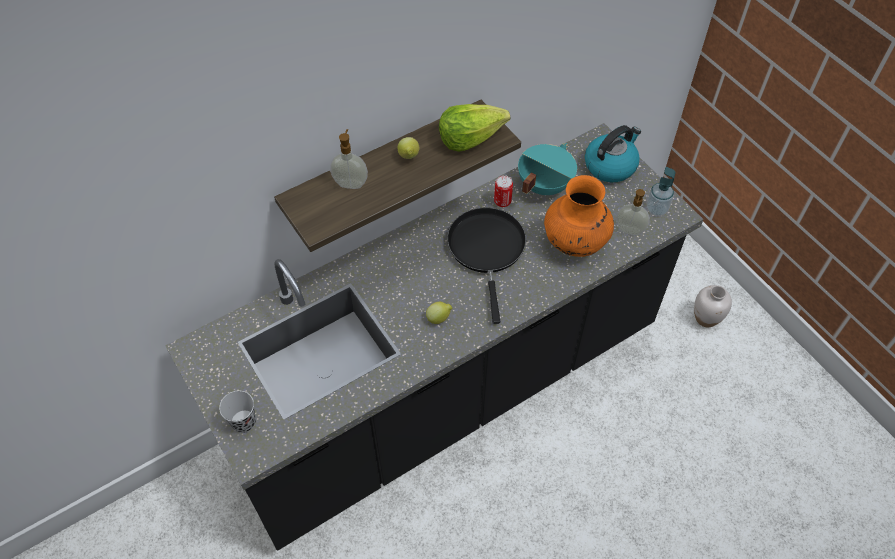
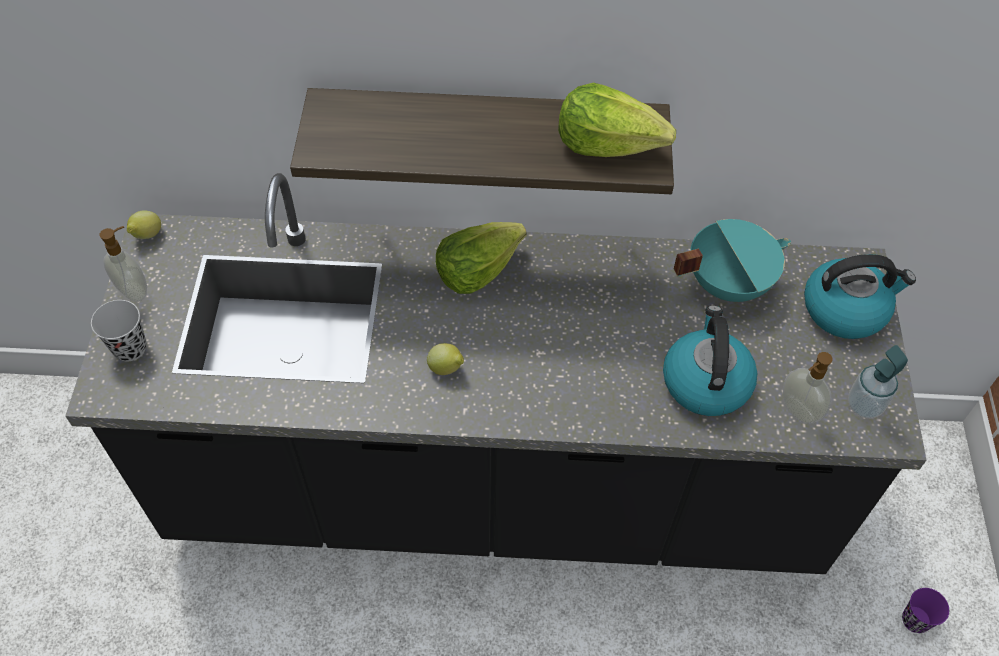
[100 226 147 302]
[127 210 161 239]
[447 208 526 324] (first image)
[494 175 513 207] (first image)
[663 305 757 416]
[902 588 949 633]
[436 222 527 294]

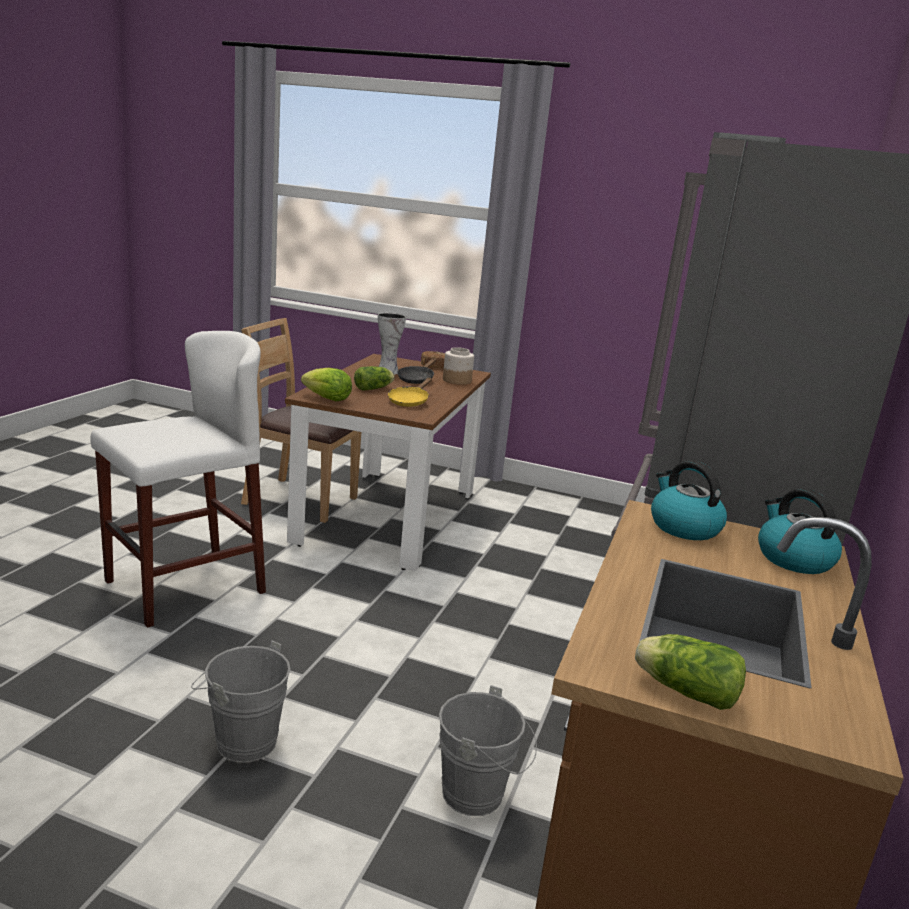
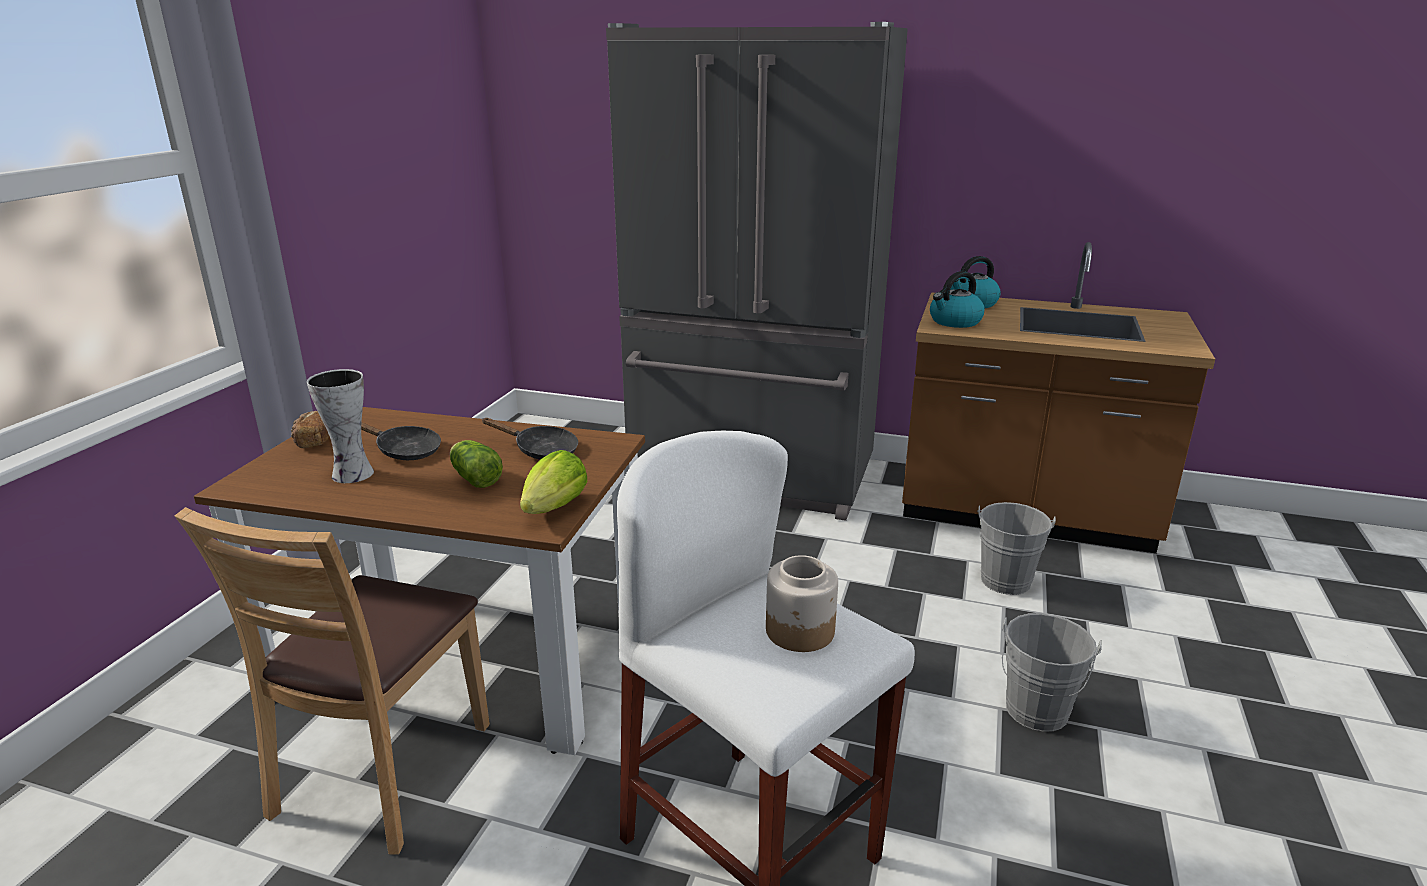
[482 418 578 460]
[766 555 838 652]
[635 634 746 710] (first image)

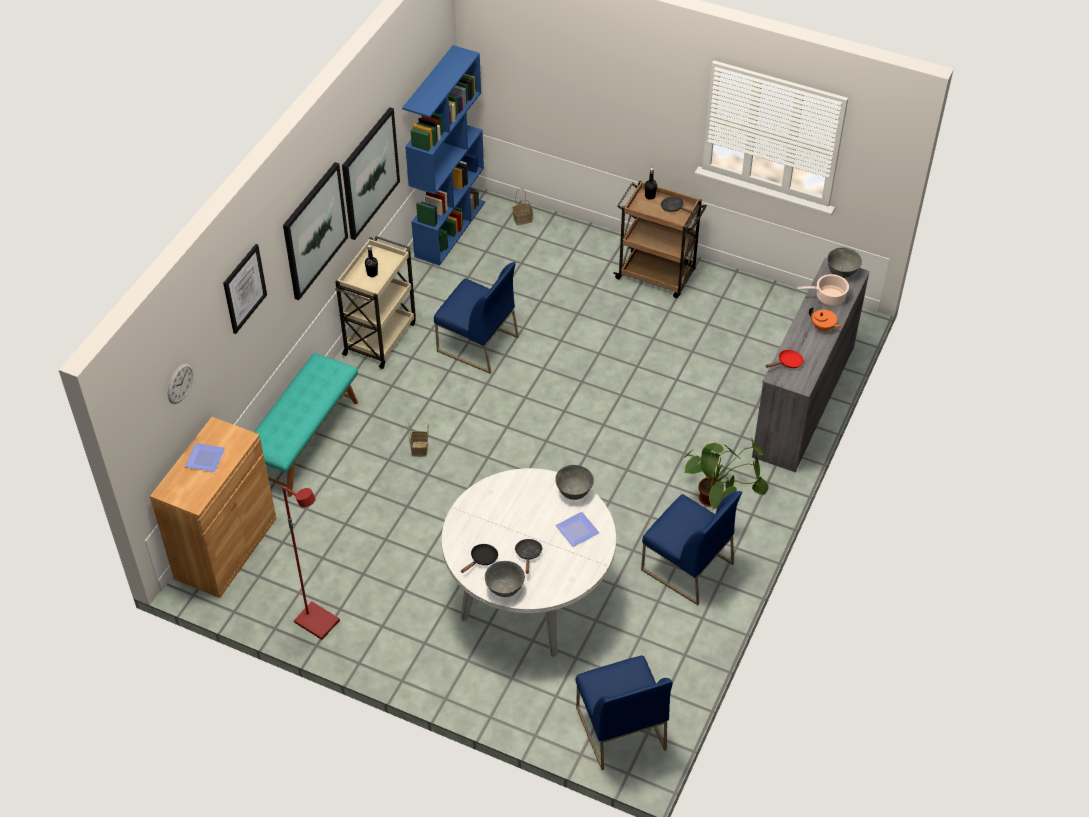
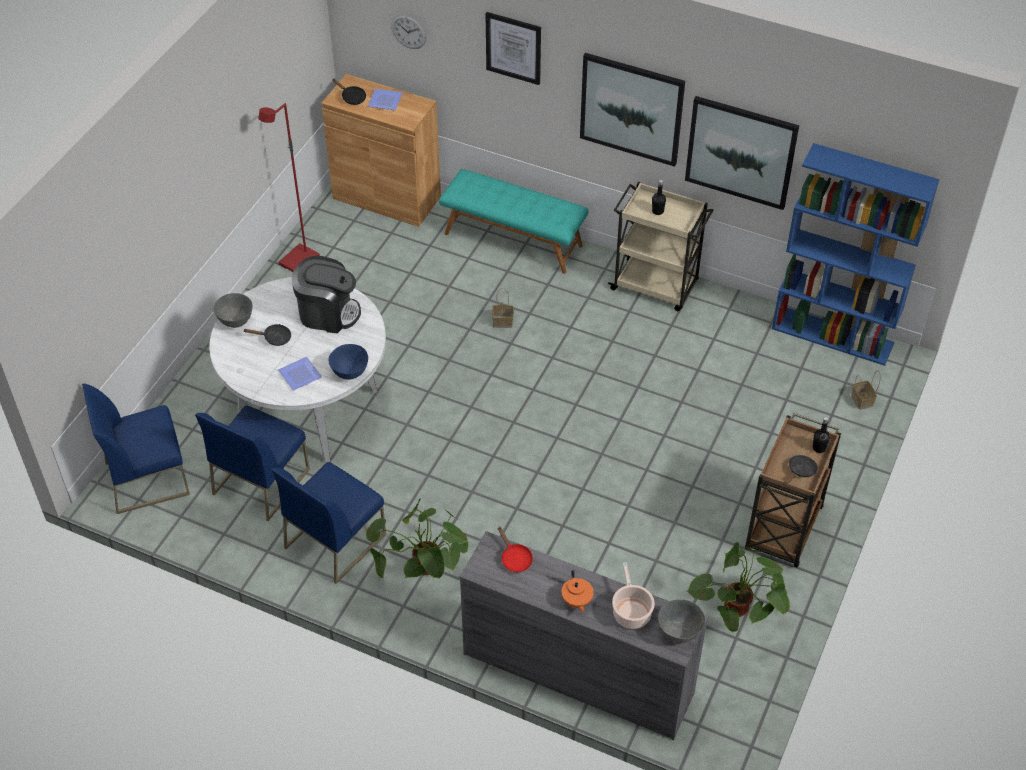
[195 406 310 521]
[332 79 366 105]
[329 344 368 380]
[562 570 594 613]
[292 256 361 334]
[686 542 790 633]

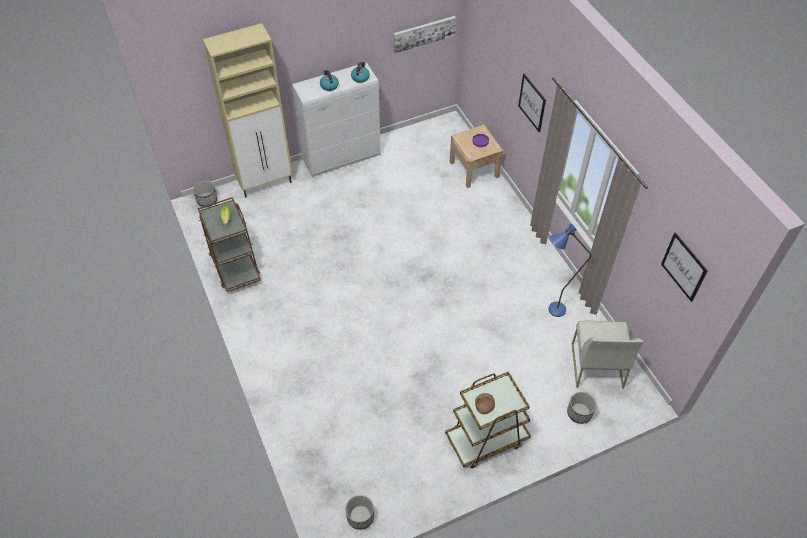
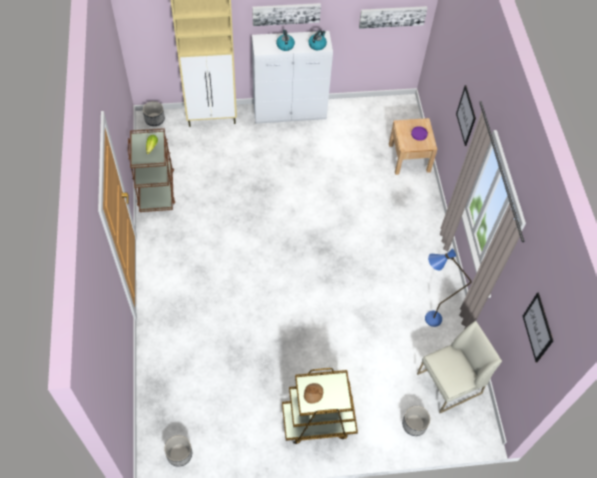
[417 321 502 413]
[252 3 321 26]

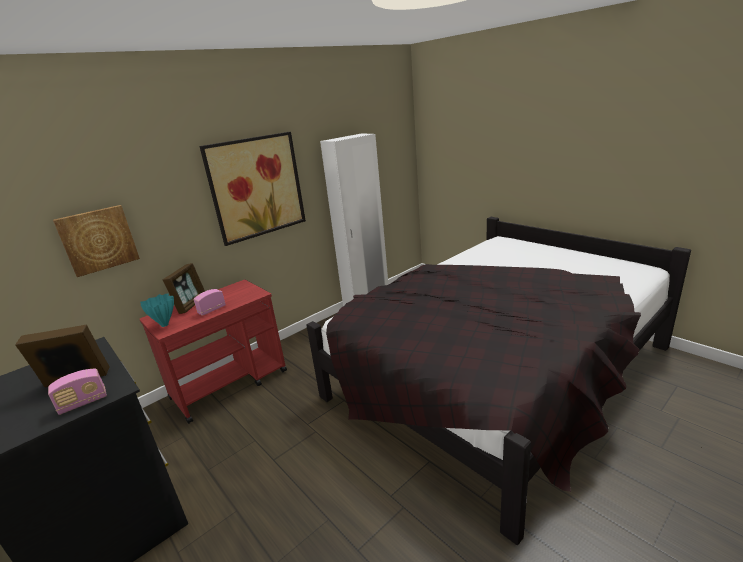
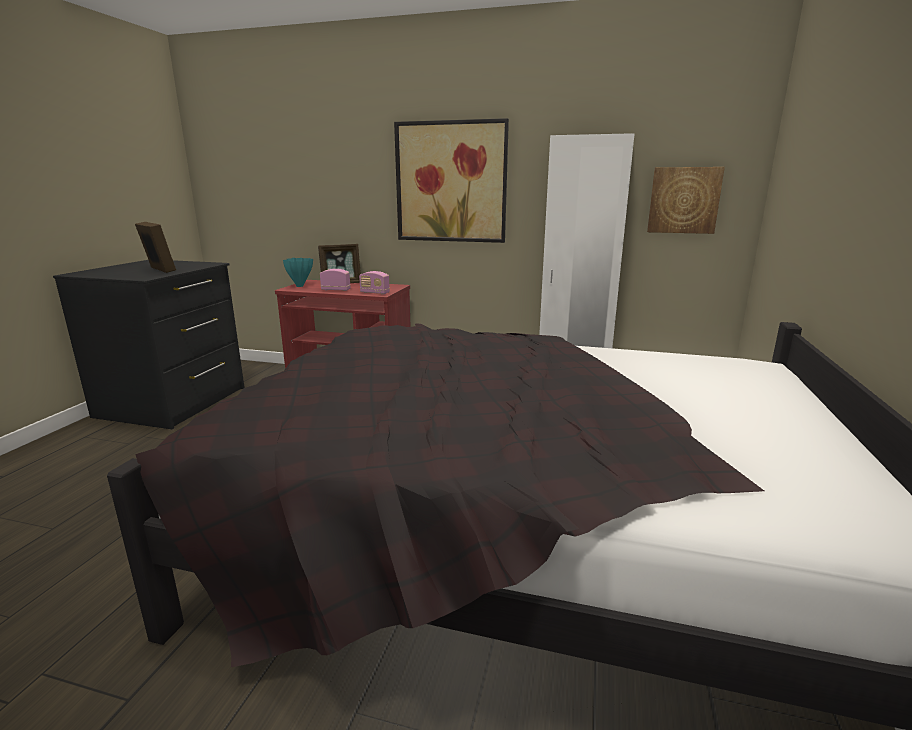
[359 271 390 294]
[647 167 725 234]

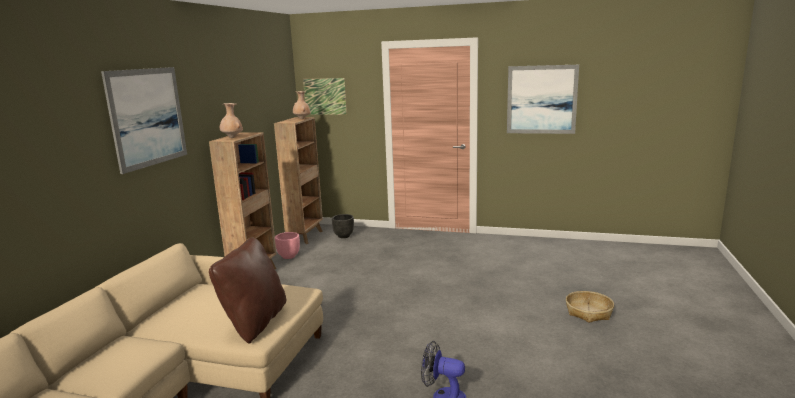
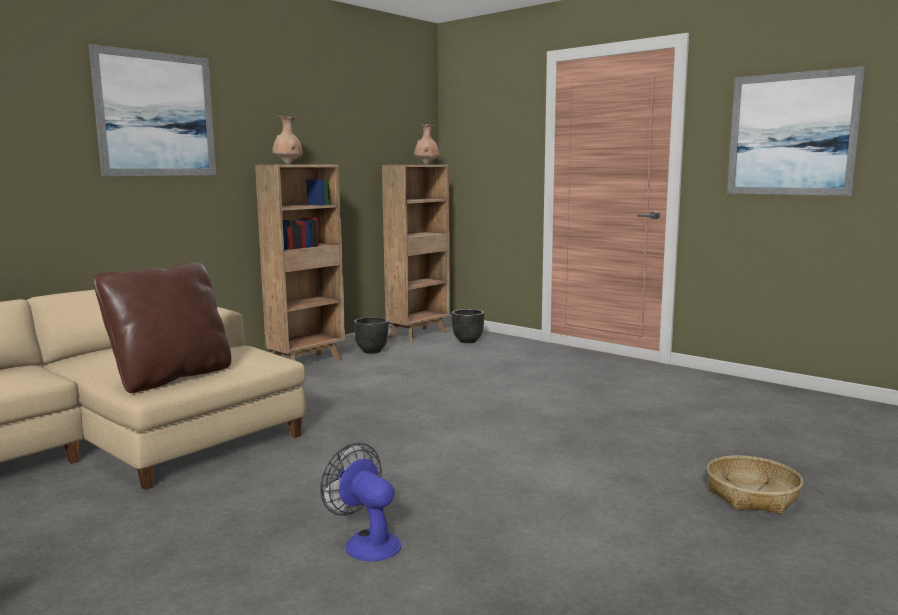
[354 317 388 354]
[303 78 347 115] (first image)

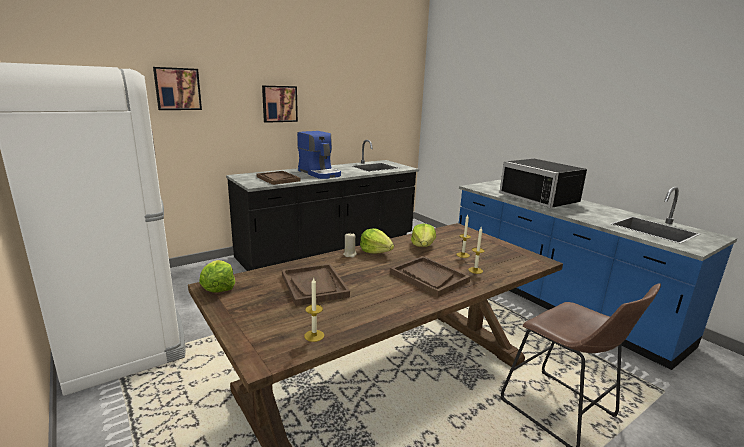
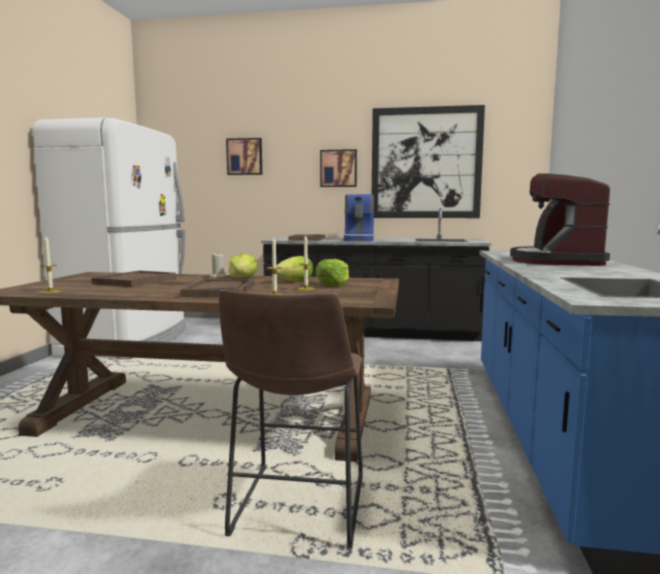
[316 259 349 286]
[510 174 610 266]
[372 105 485 218]

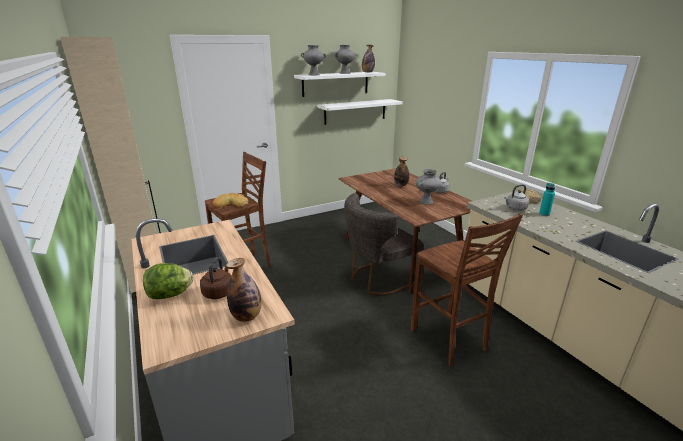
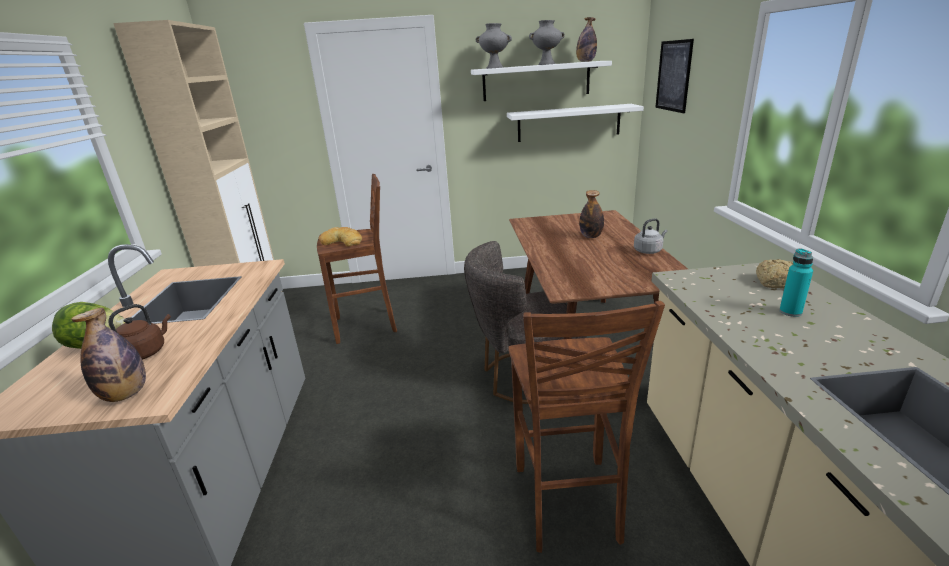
[416 169 441 204] (first image)
[504 184 529 211] (first image)
[655 39 694 113]

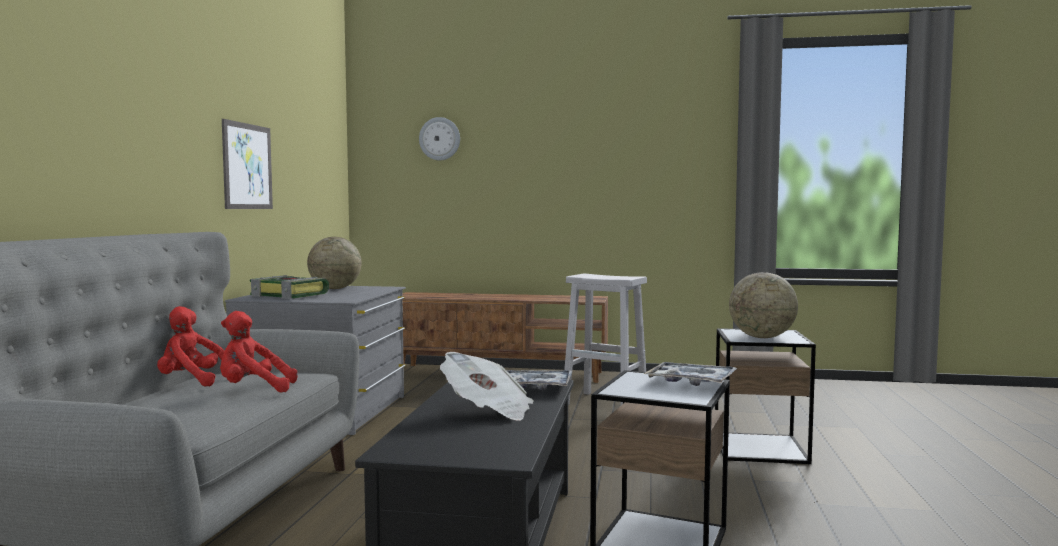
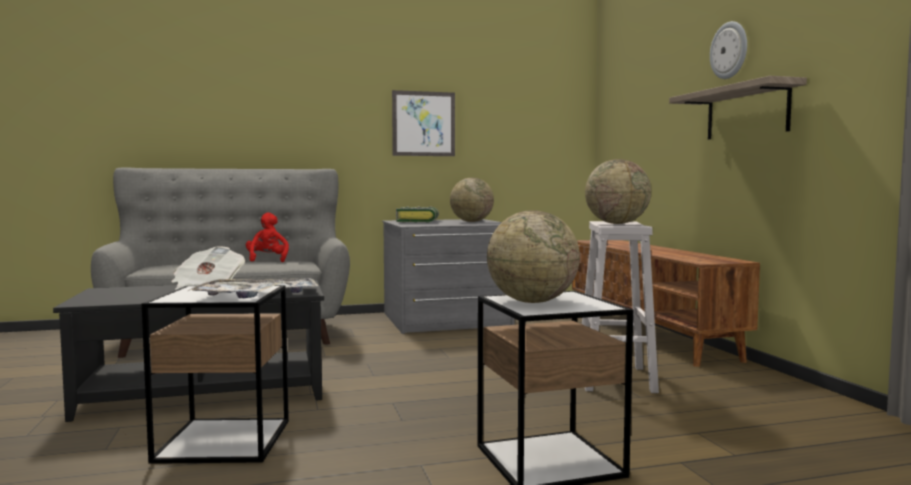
[220 311 298 392] (first image)
[710 21 747 79]
[585 159 651 224]
[669 76 807 140]

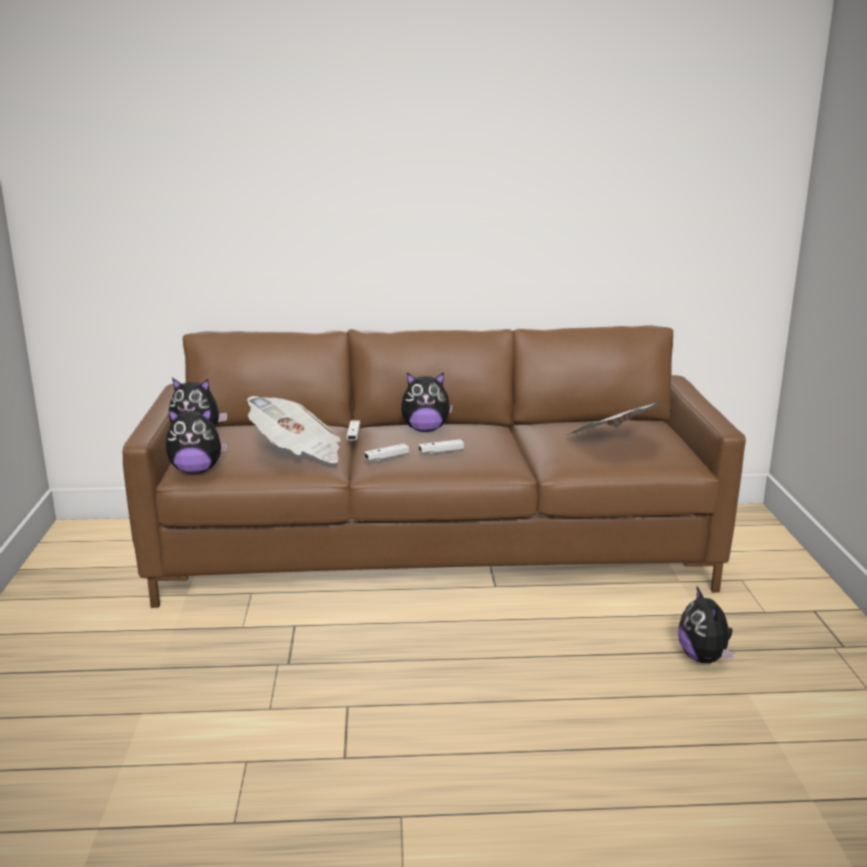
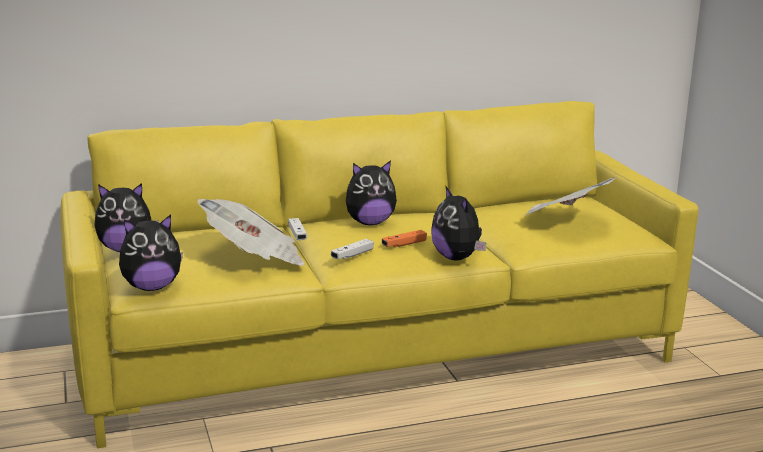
[60 101 698 448]
[382 230 427 247]
[431 185 486 261]

